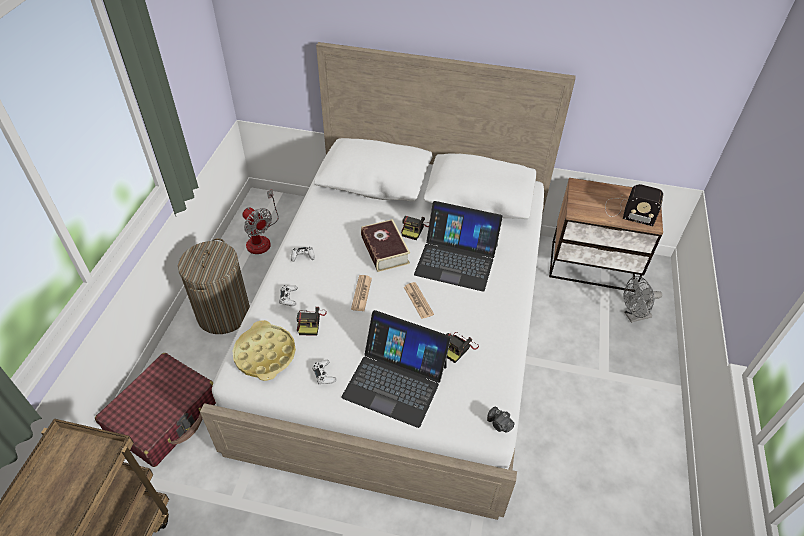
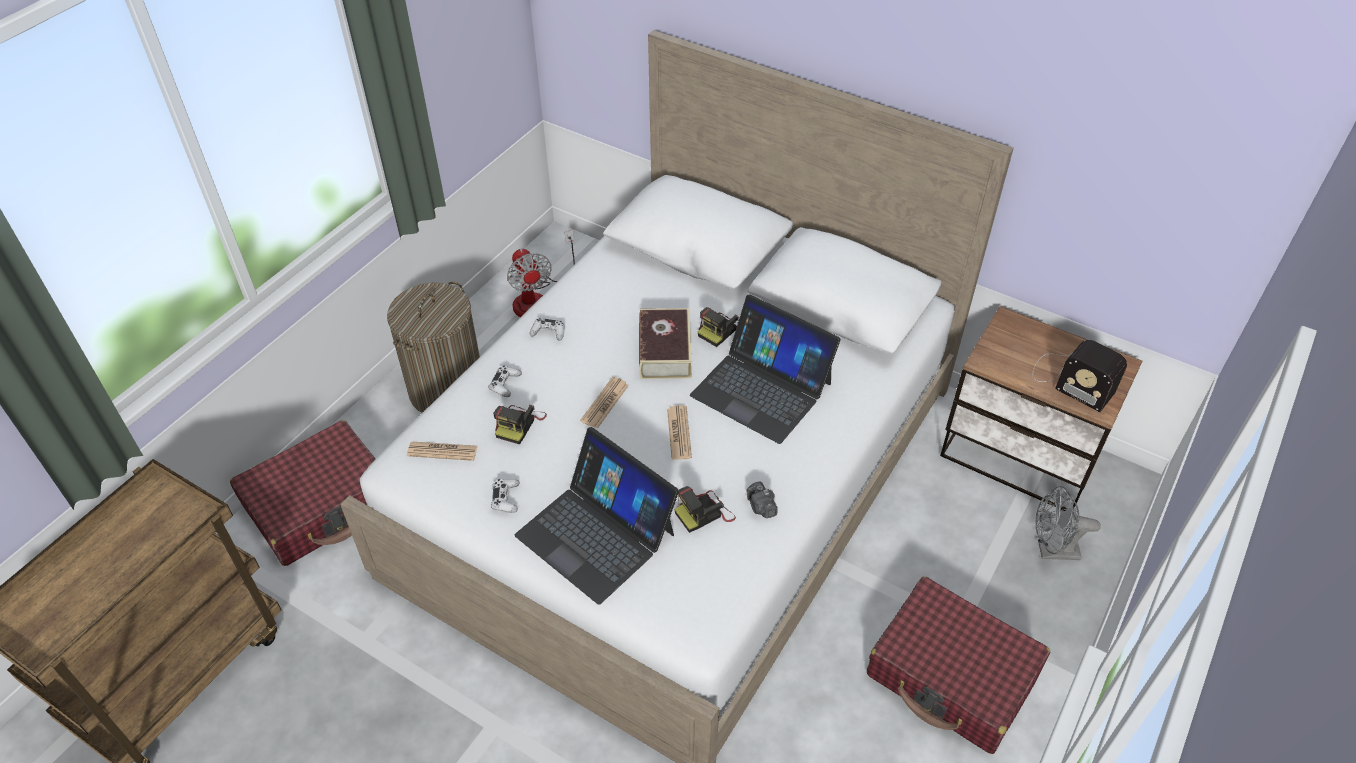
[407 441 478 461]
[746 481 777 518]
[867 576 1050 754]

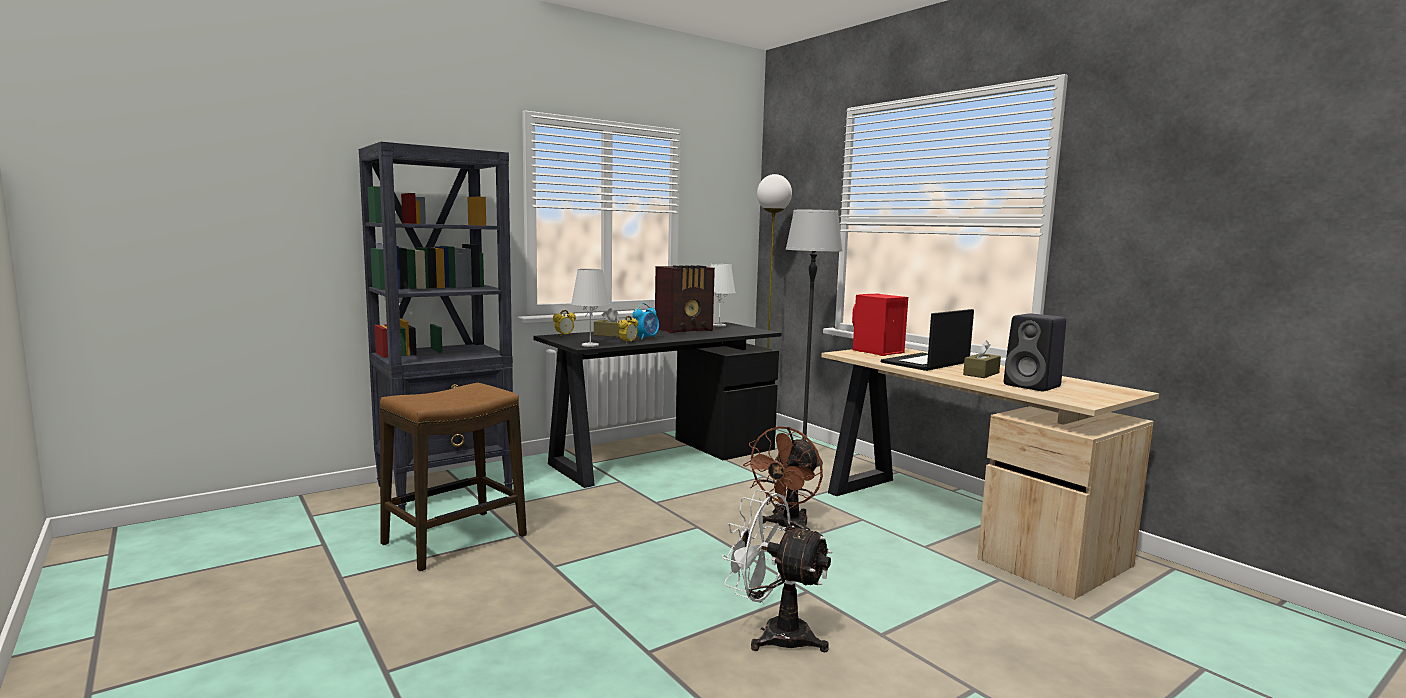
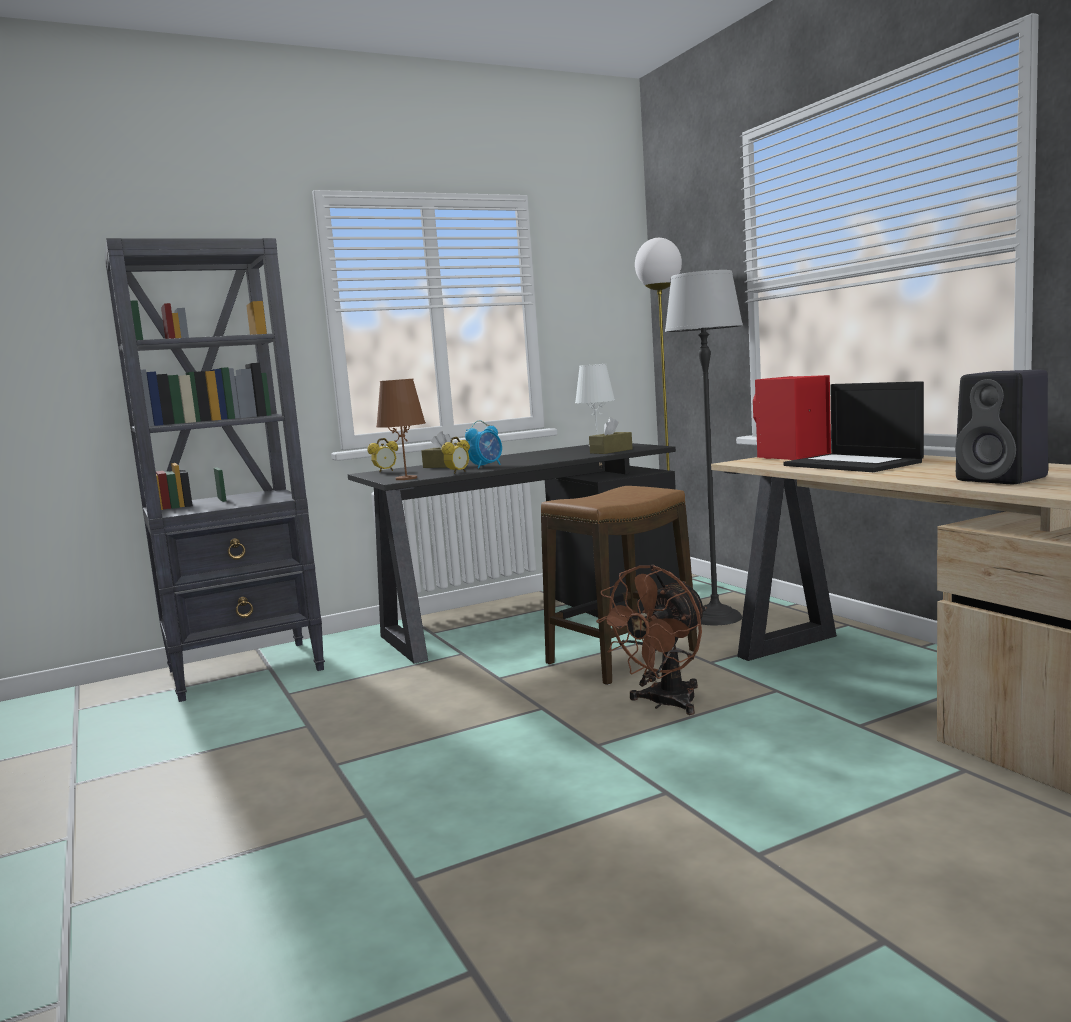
[541 486 697 685]
[376 379 426 480]
[655 265 715 334] (first image)
[722 489 832 652] (first image)
[783 381 924 472]
[589 417 633 454]

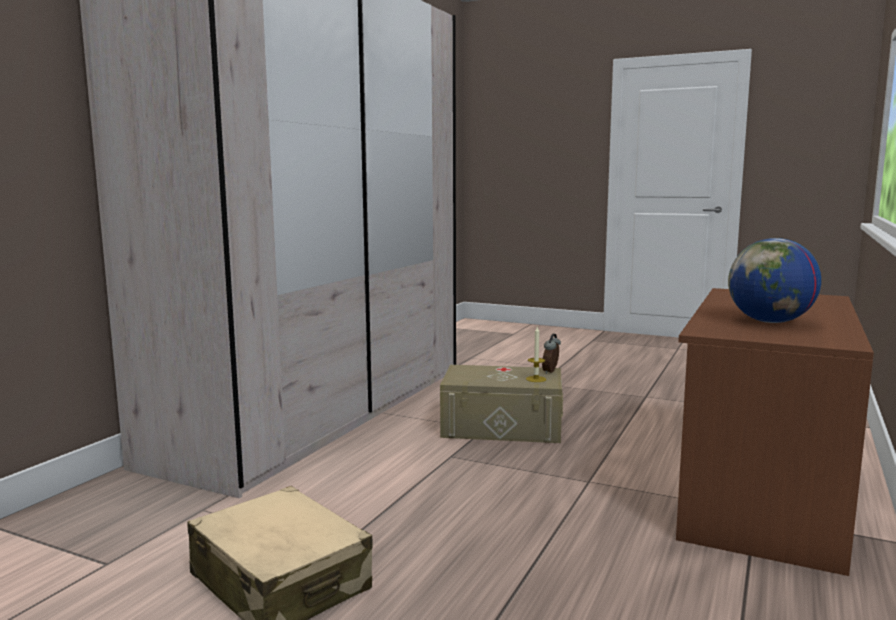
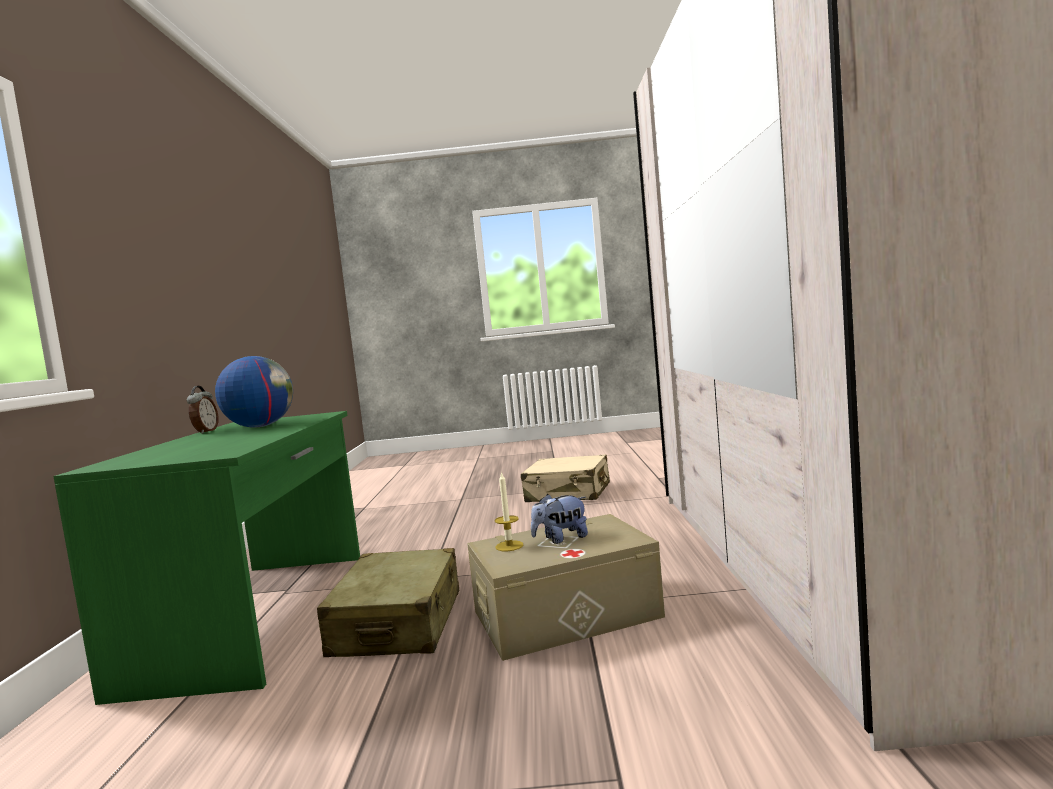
[187 386 219 434]
[53 411 360 705]
[317 548 459 657]
[531 494 588 544]

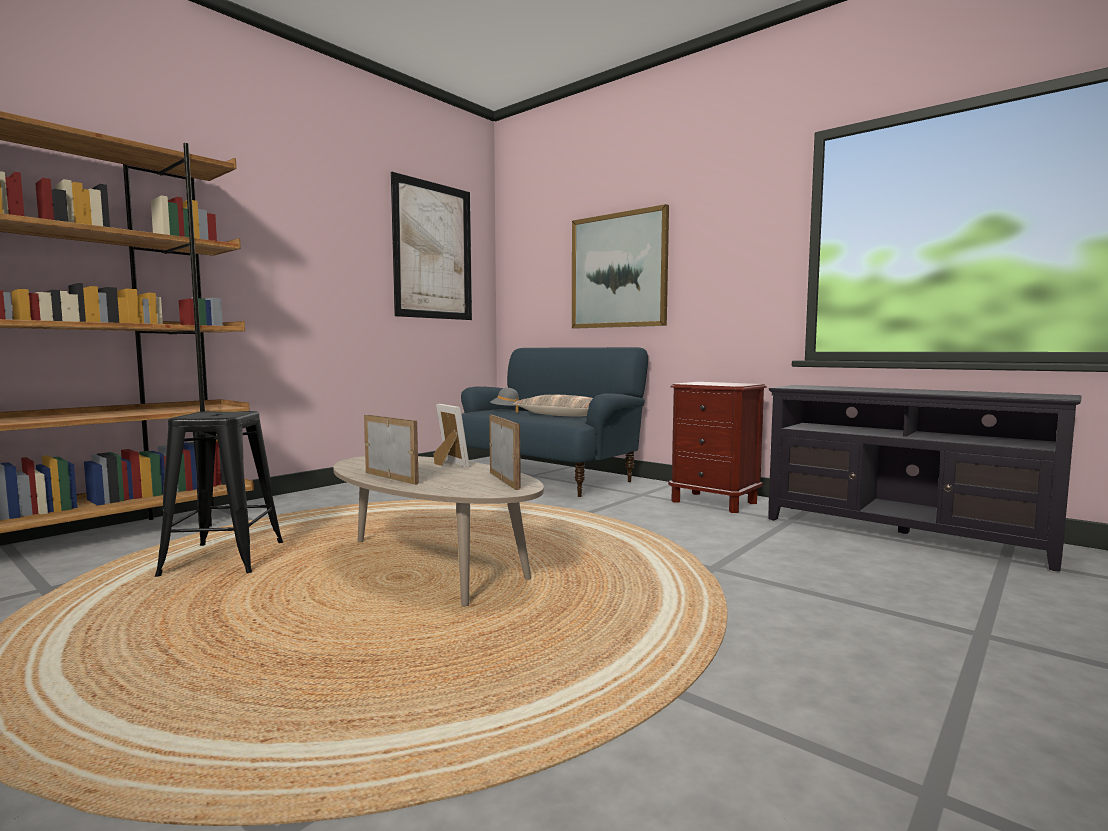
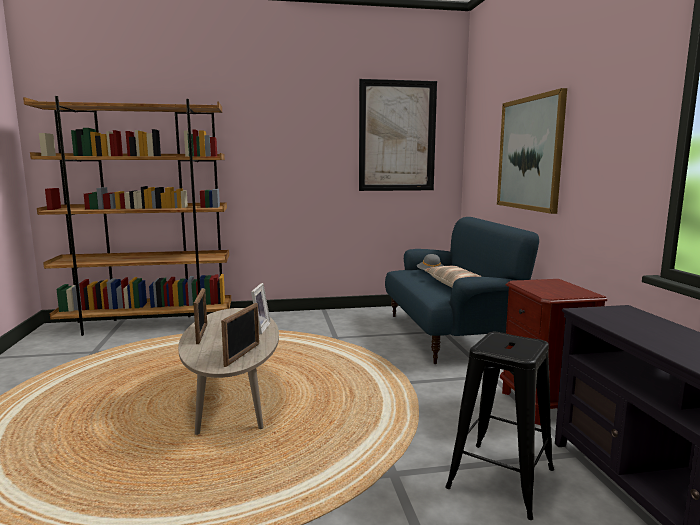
[445 332 554 520]

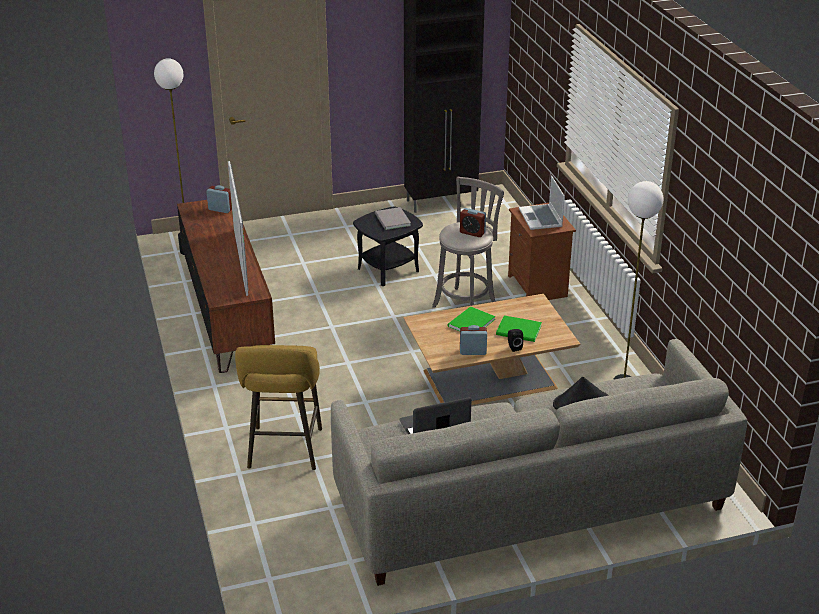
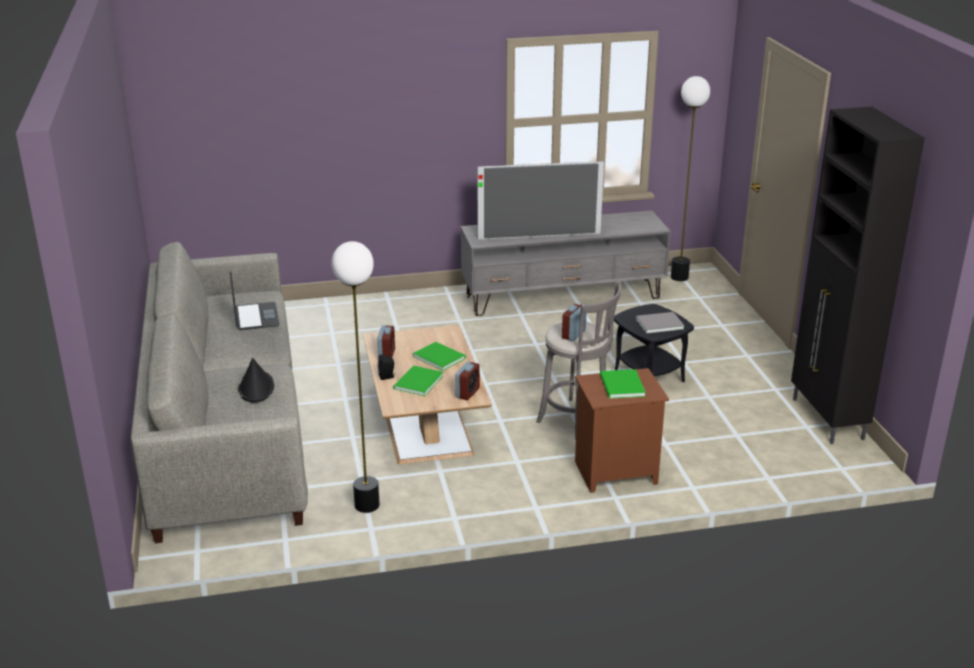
[461 210 671 316]
[455 361 480 400]
[235 345 322 470] (first image)
[600 369 646 399]

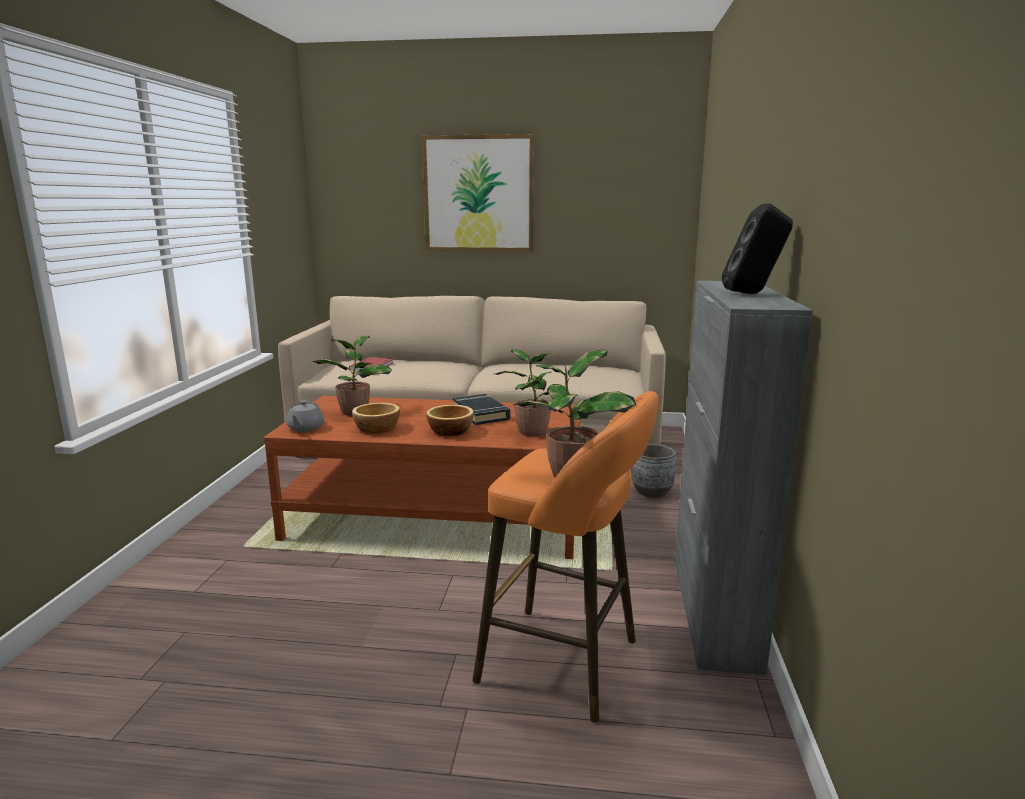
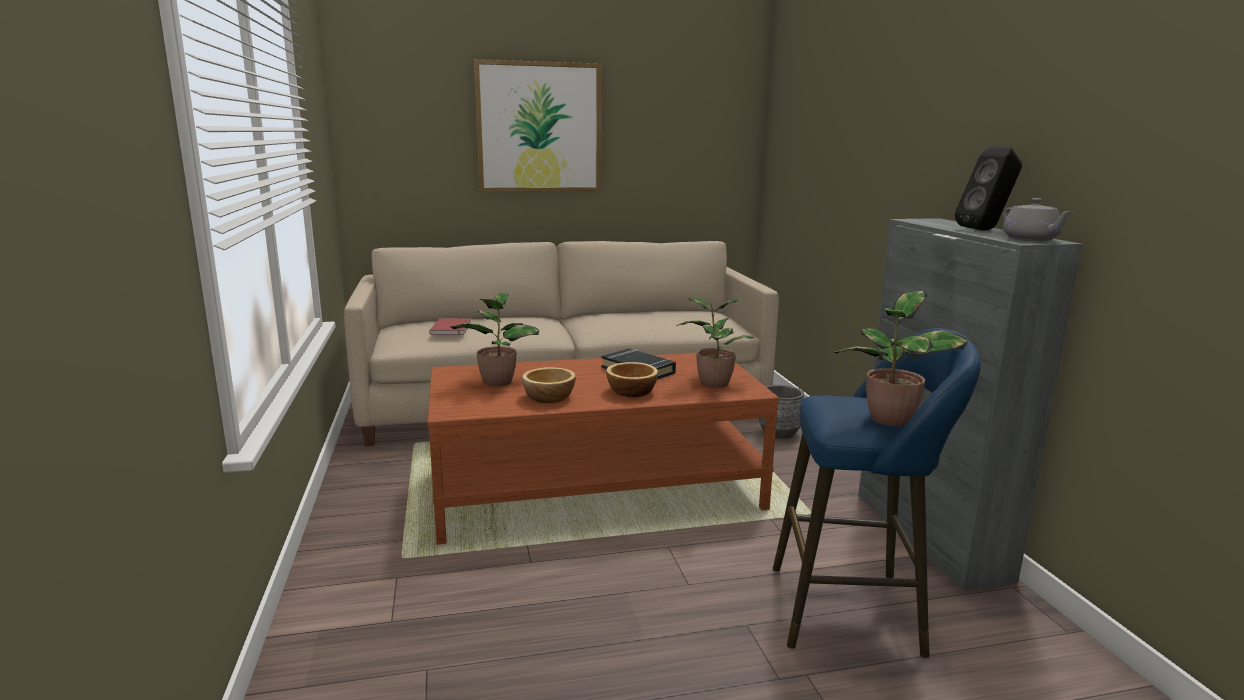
[1003 198 1072 241]
[773 328 981 658]

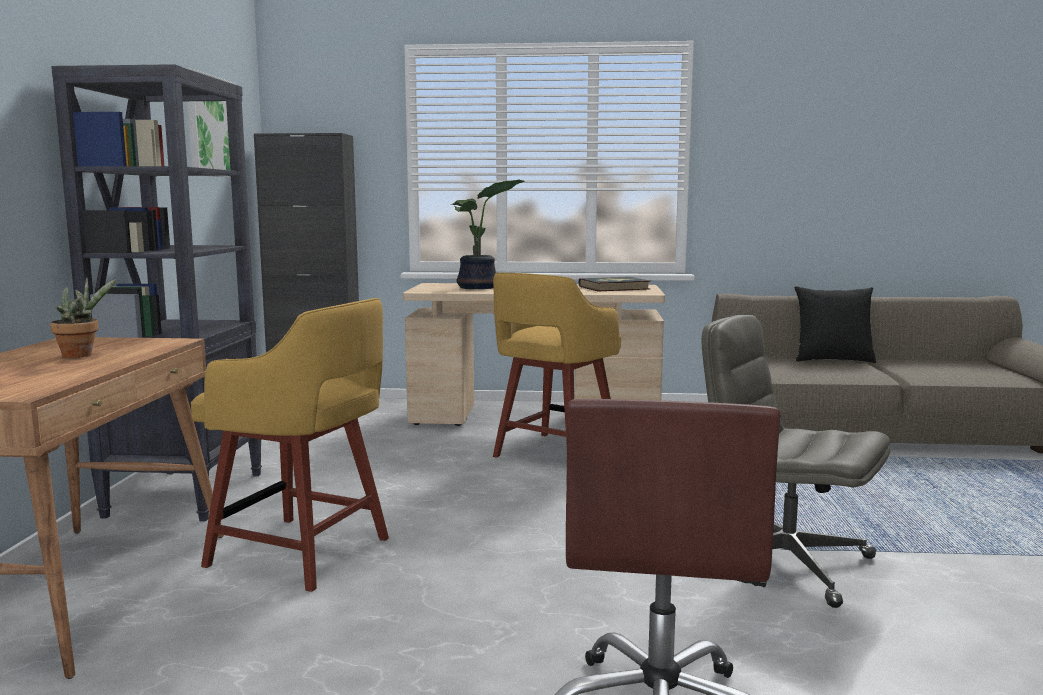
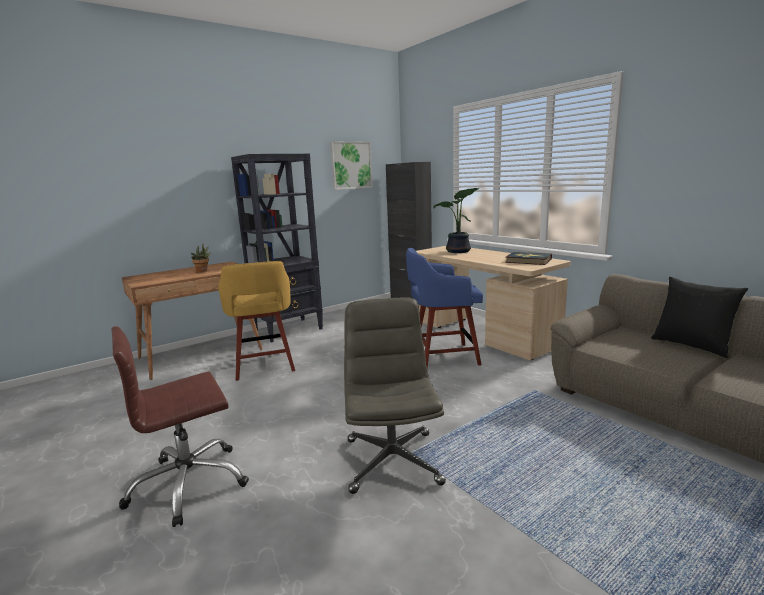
[406 248 483 368]

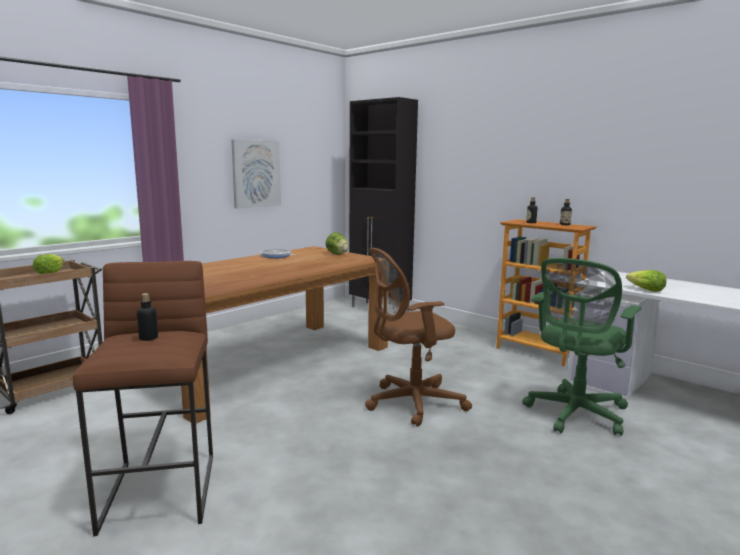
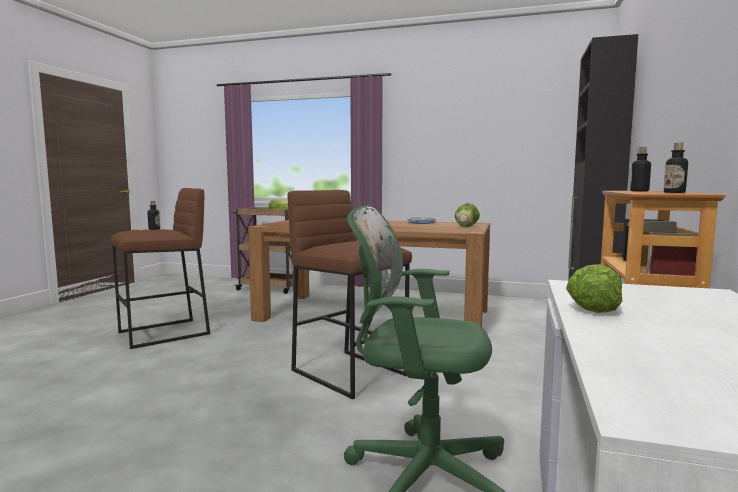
[231 140 281 209] (first image)
[288 190 412 399]

